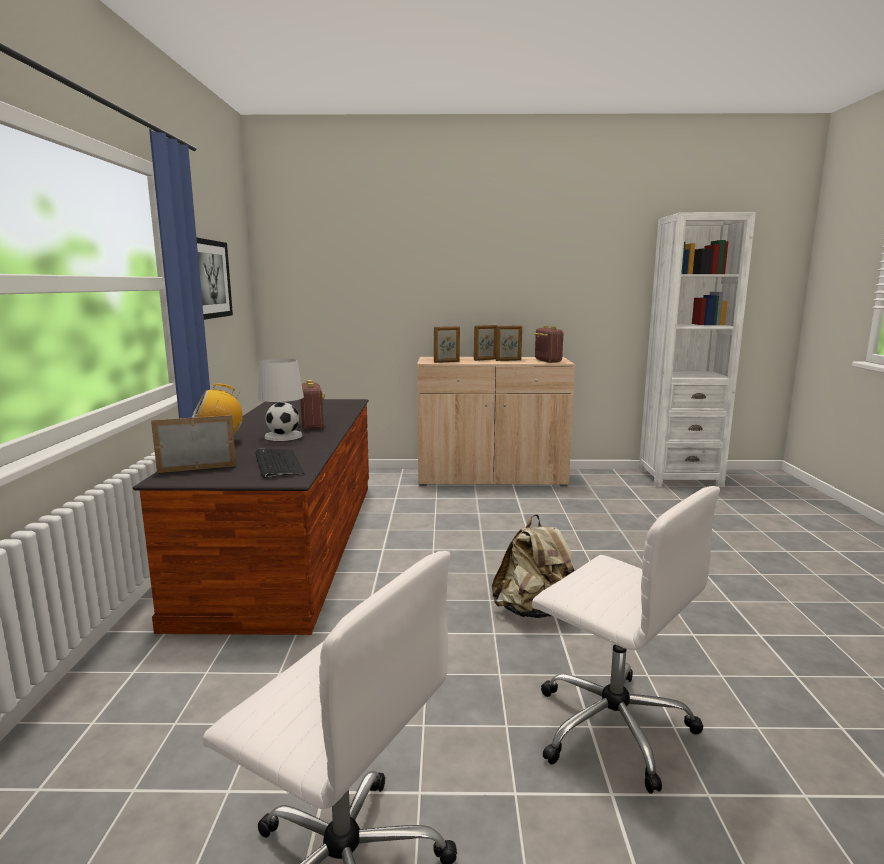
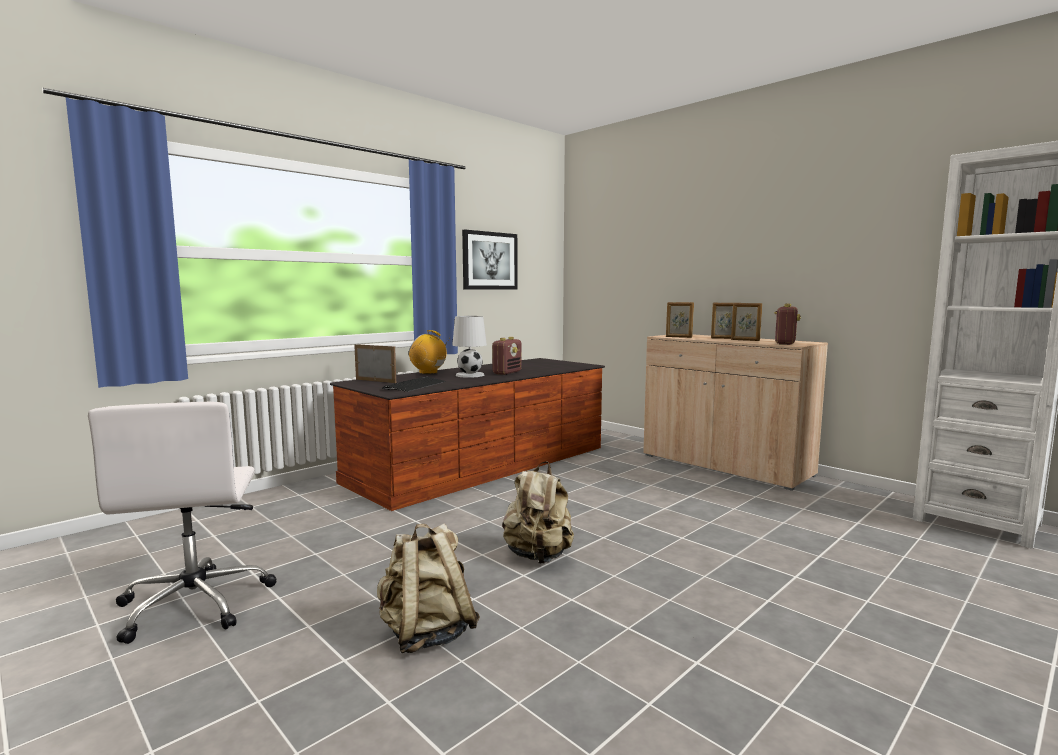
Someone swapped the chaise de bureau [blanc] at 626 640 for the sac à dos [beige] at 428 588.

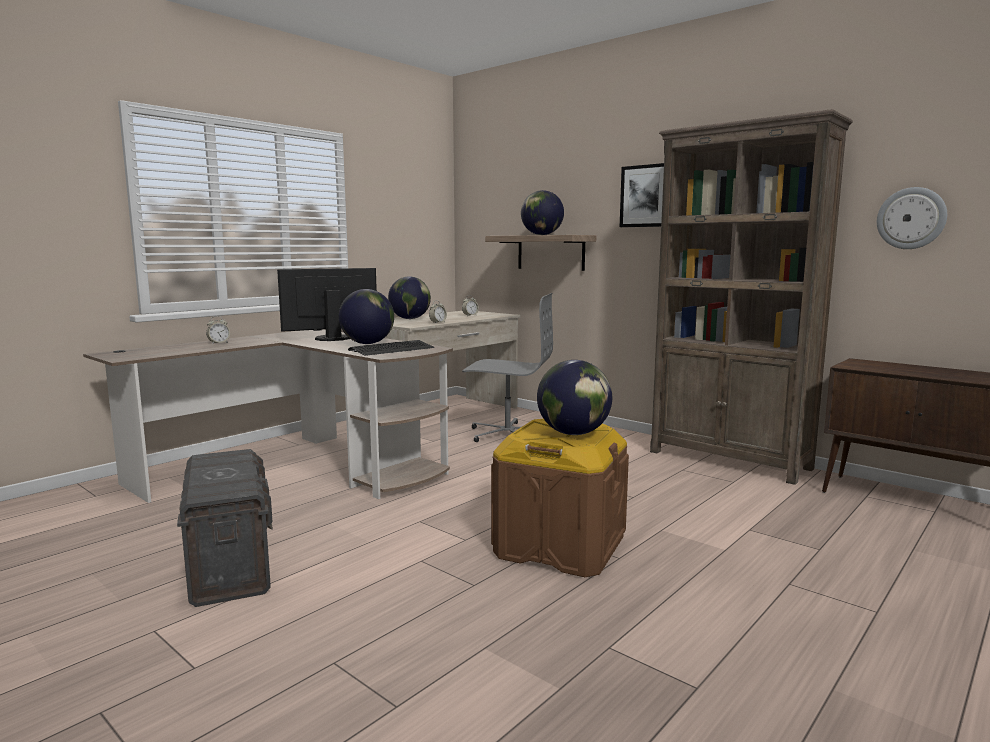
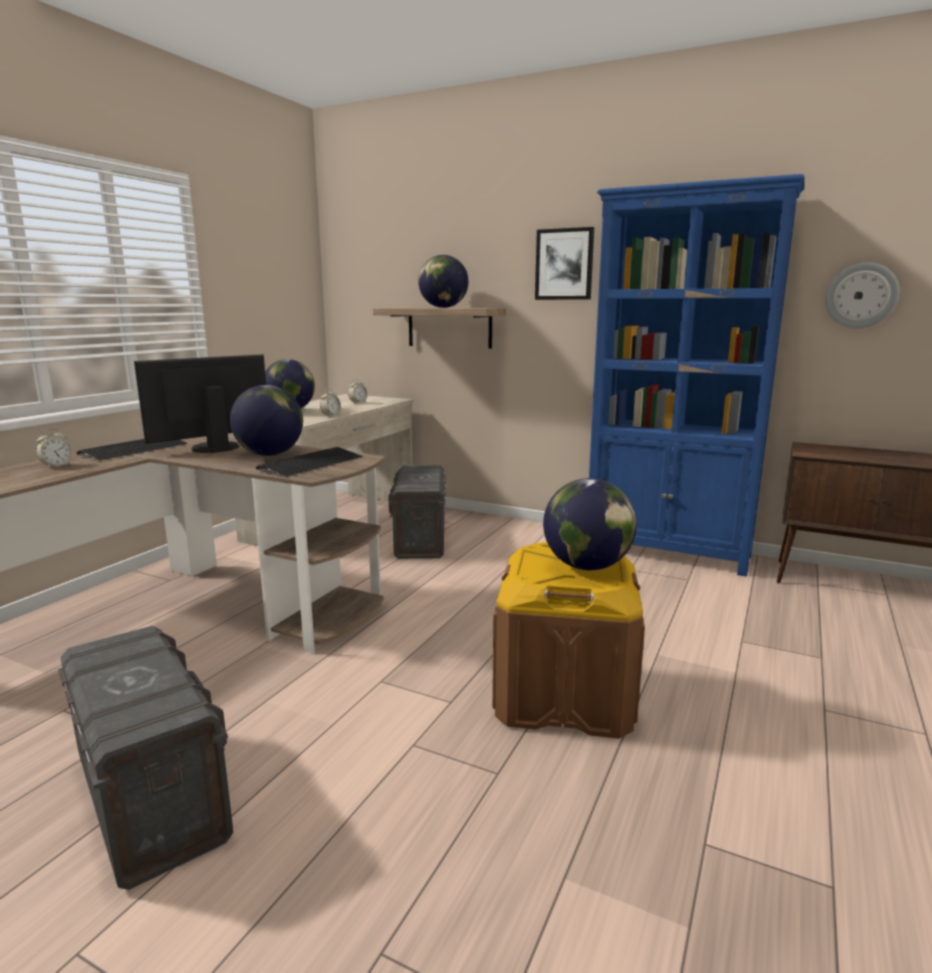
Someone put down the clavier at 132 450.
Someone swapped the chaise de bureau [gris] at 507 367 for the boîte de rangement [gris] at 417 512.
Someone repainted the bibliothèque [marron] at 751 297, which became the bibliothèque [bleu] at 696 375.

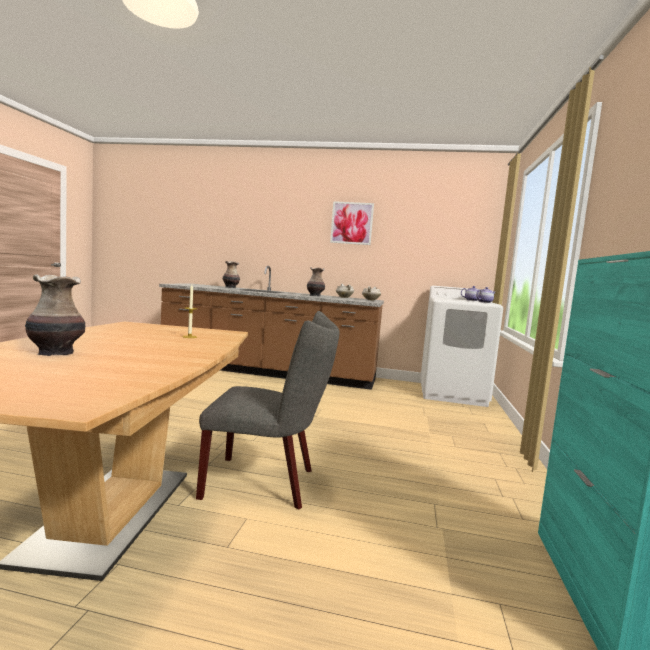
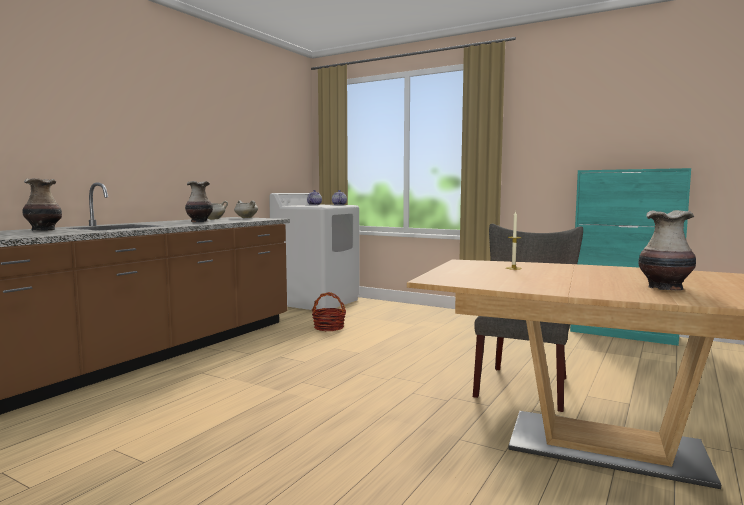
Someone put down the panier at 329 311.
Someone took away the tableau at 352 223.

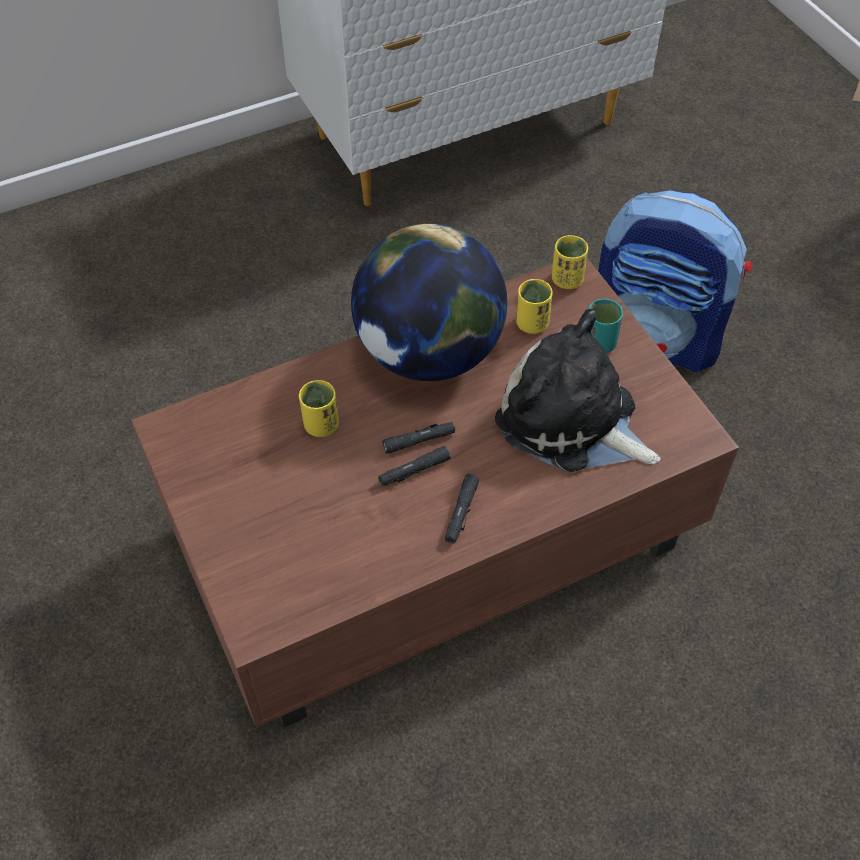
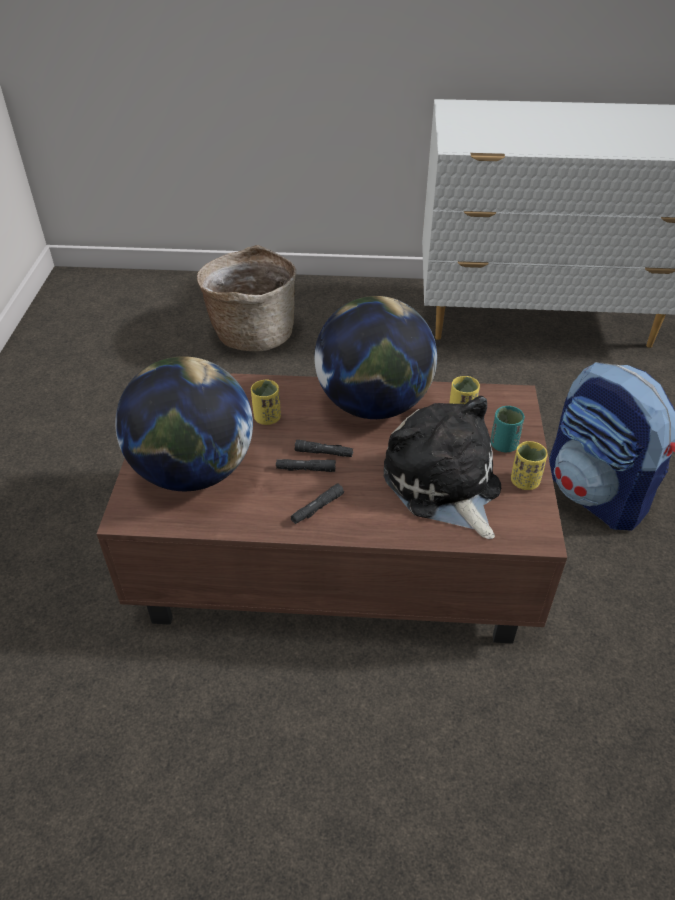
Someone put down the globe at 184 423.
Someone put down the panier at 246 298.
Someone carried the tasse [jaune] from 570 262 to 529 465.

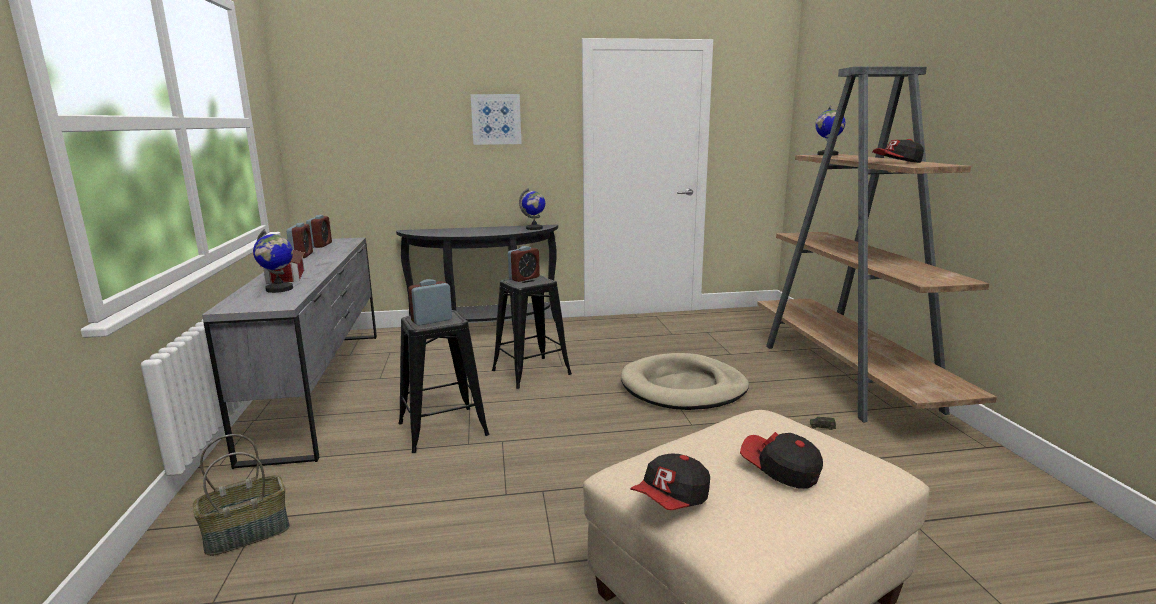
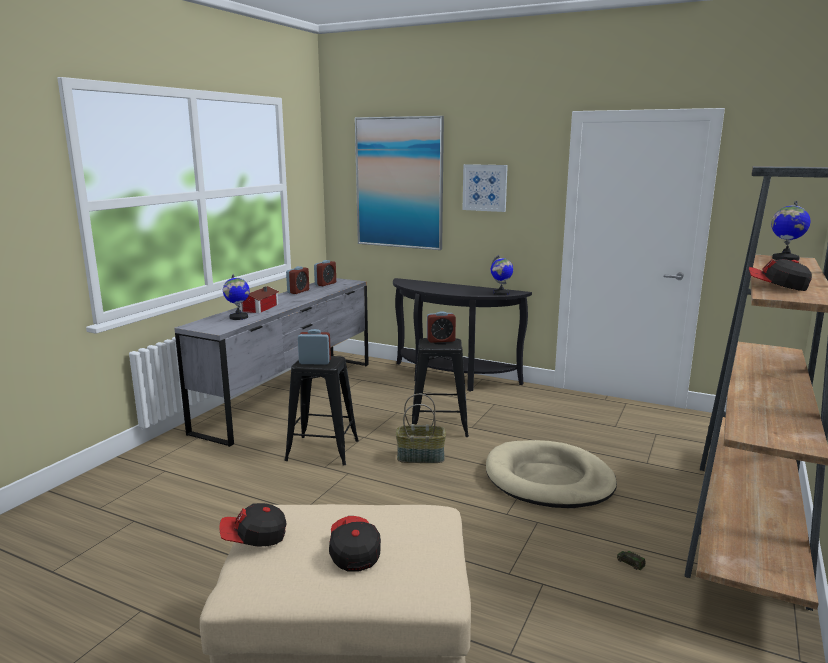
Someone put up the tableau at 399 183.
Someone carried the panier from 241 495 to 421 428.

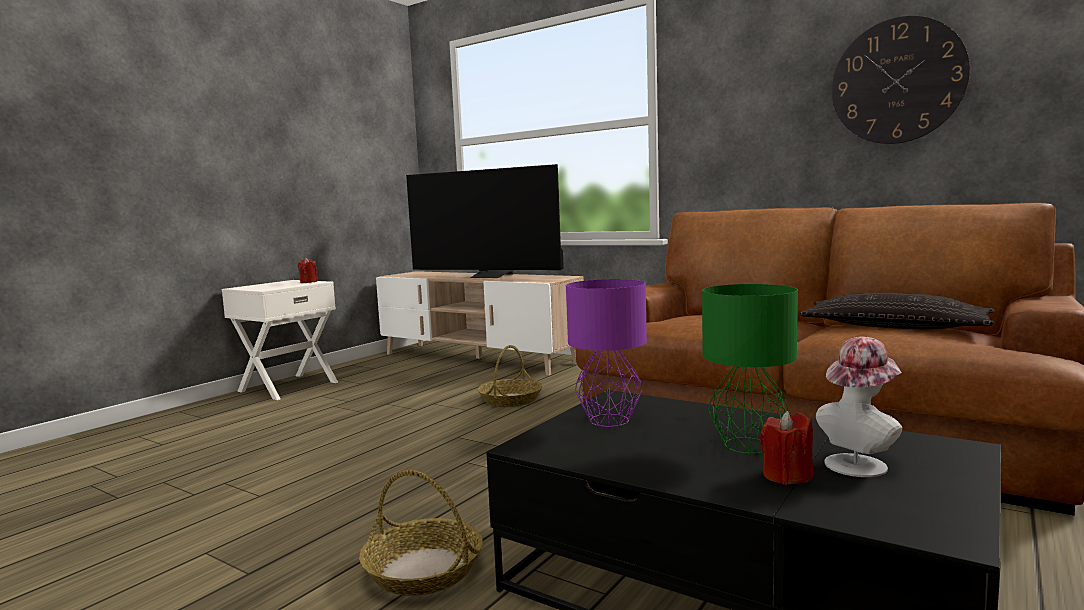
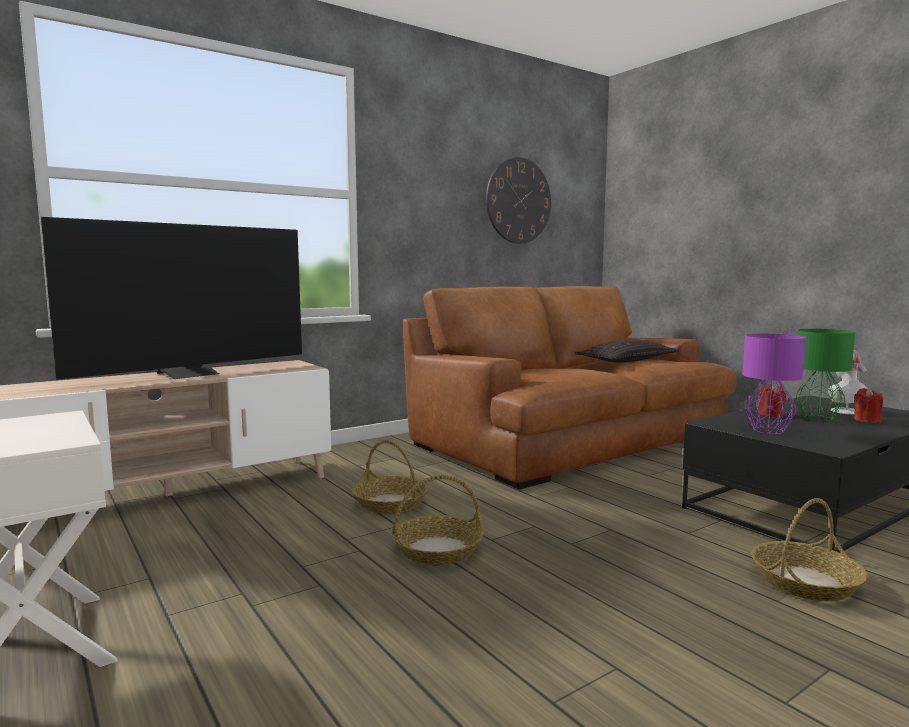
Someone put down the panier at 437 520.
Someone carried the bougie [rouge] from 308 270 to 772 400.

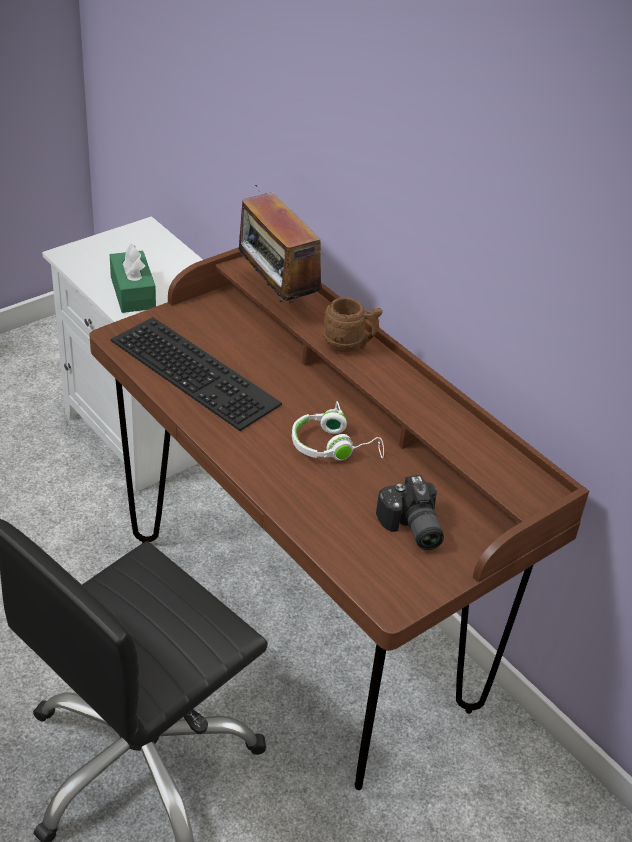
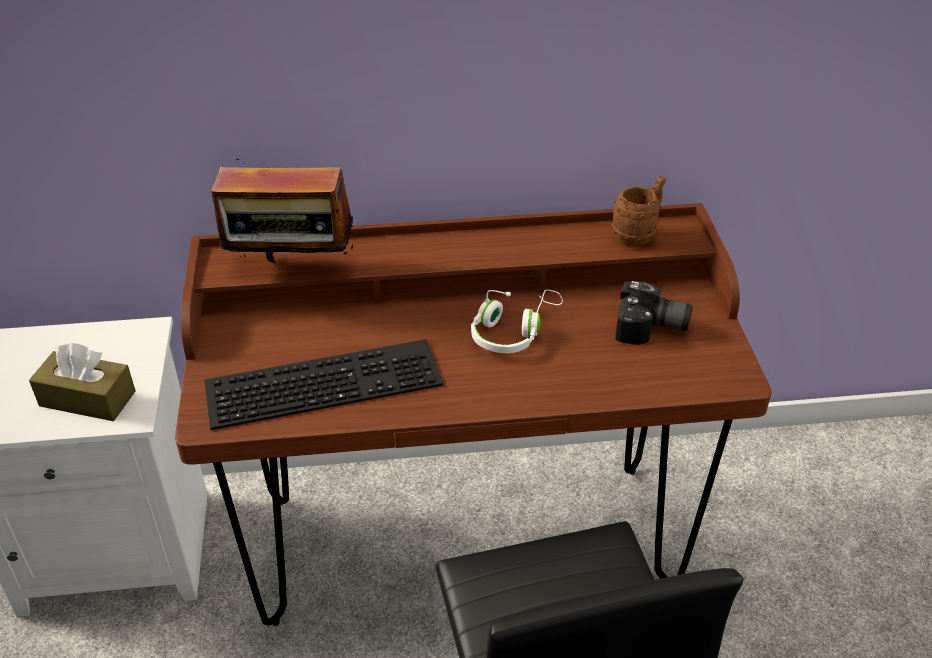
Someone repainted the boîte à mouchoirs [vert] at 133 278, which became the boîte à mouchoirs [marron] at 82 382.
Someone carried the mug [marron] from 353 324 to 639 211.

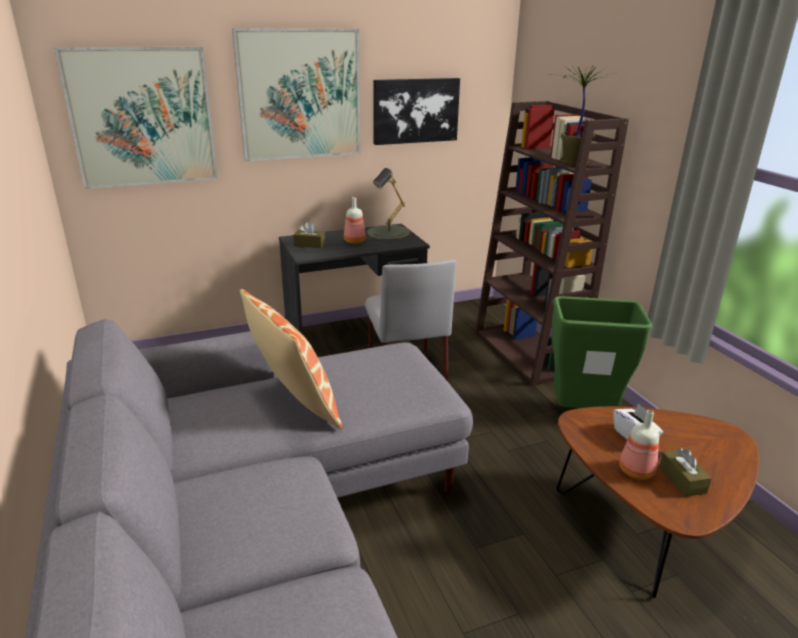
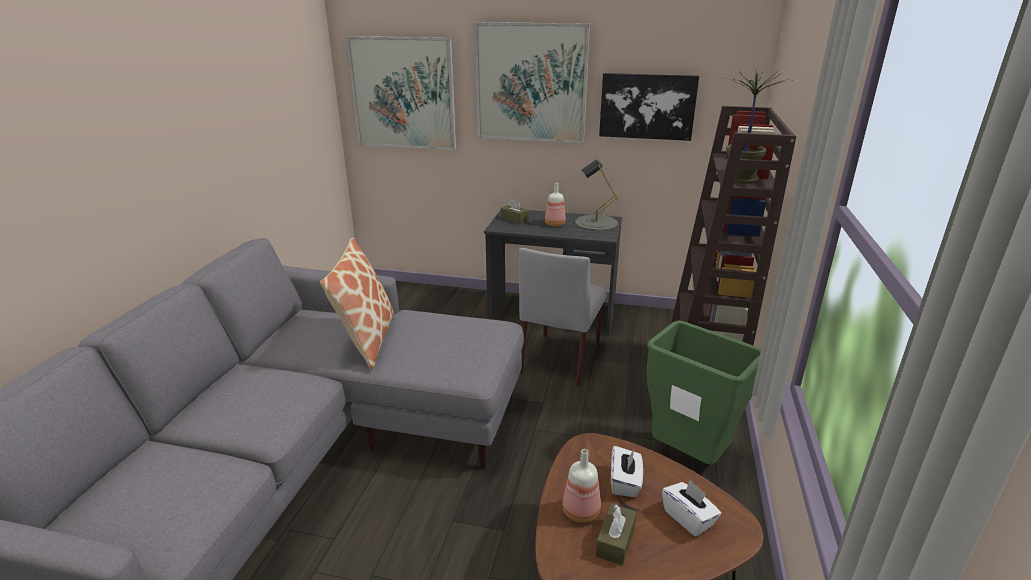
Someone put down the boîte à mouchoirs [blanc] at 691 508.

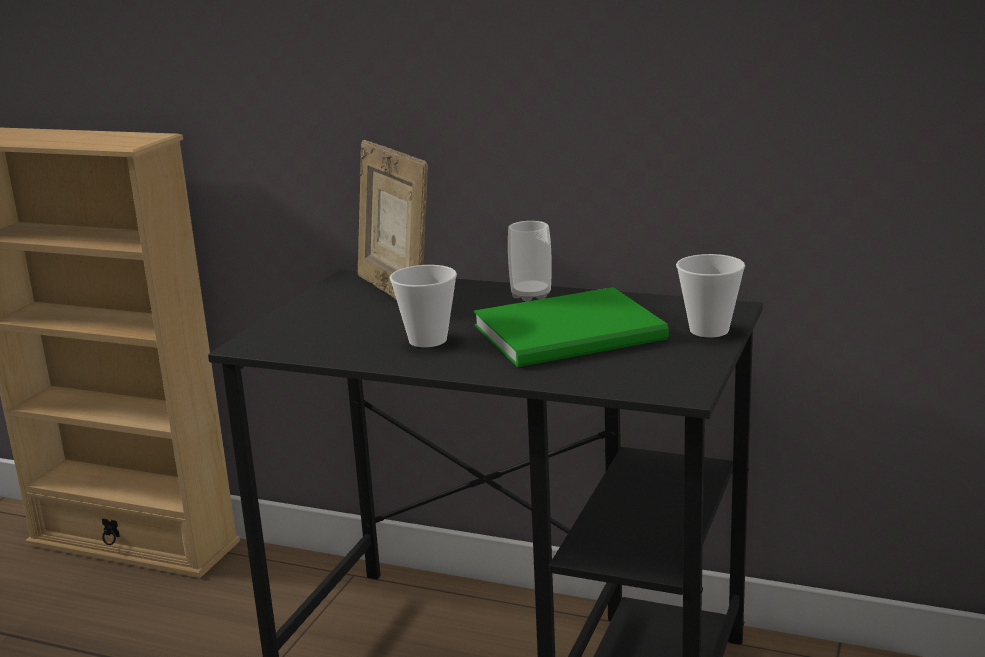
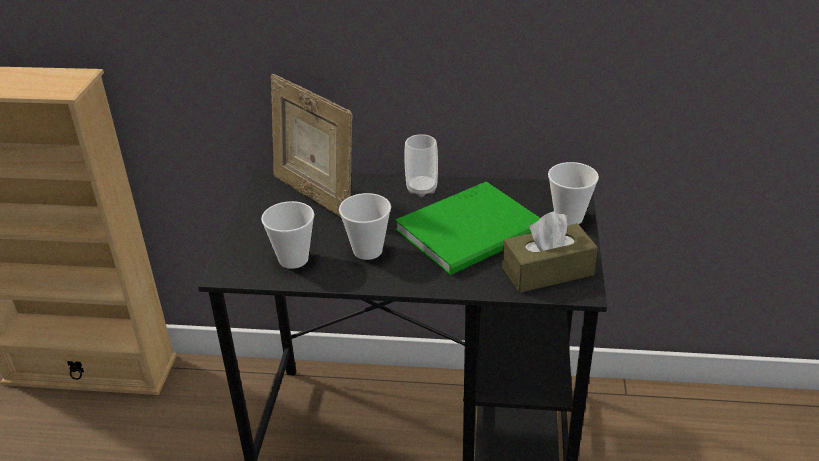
Someone put down the tasse at 288 235.
Someone put down the boîte à mouchoirs [marron] at 550 252.

